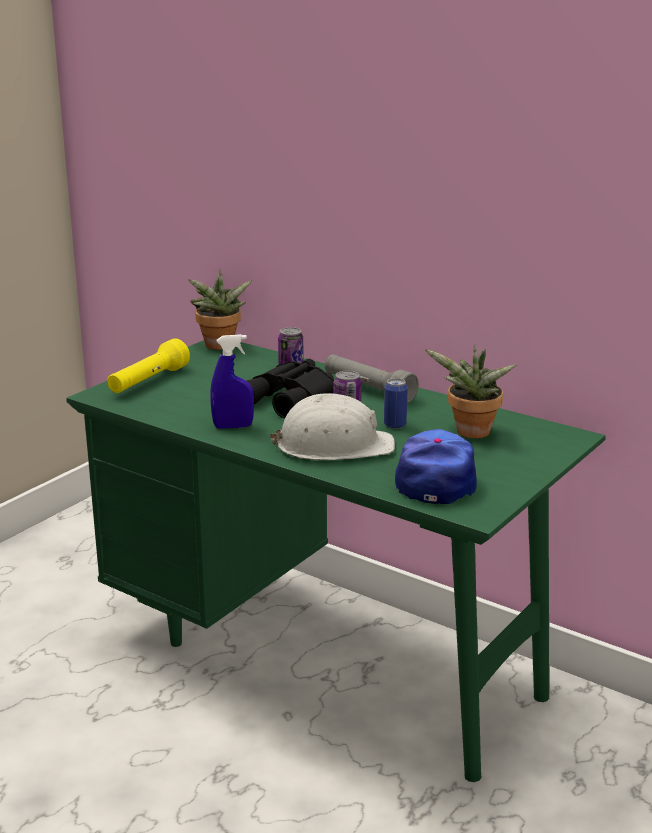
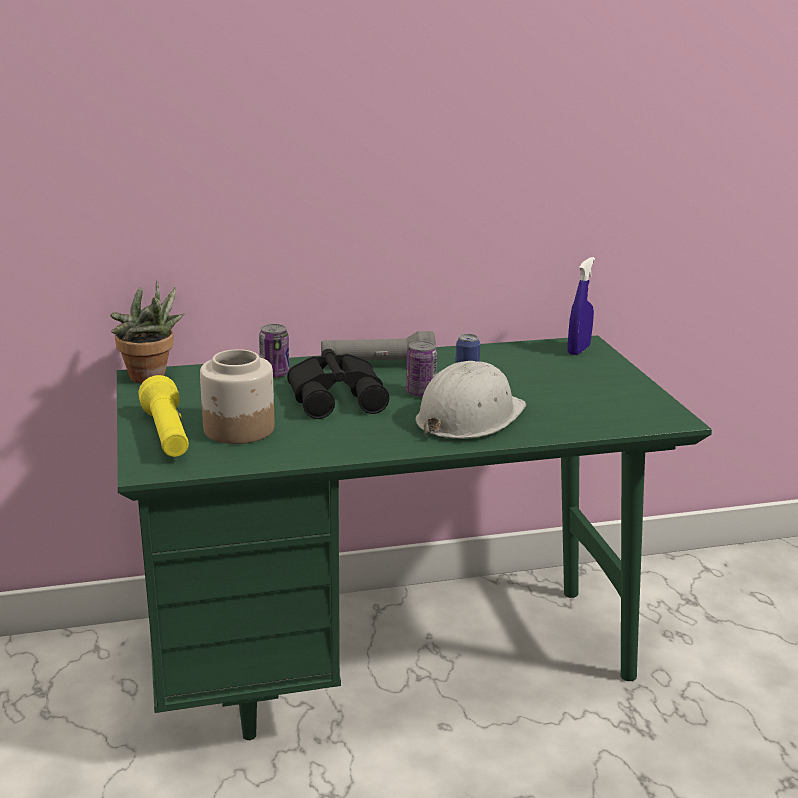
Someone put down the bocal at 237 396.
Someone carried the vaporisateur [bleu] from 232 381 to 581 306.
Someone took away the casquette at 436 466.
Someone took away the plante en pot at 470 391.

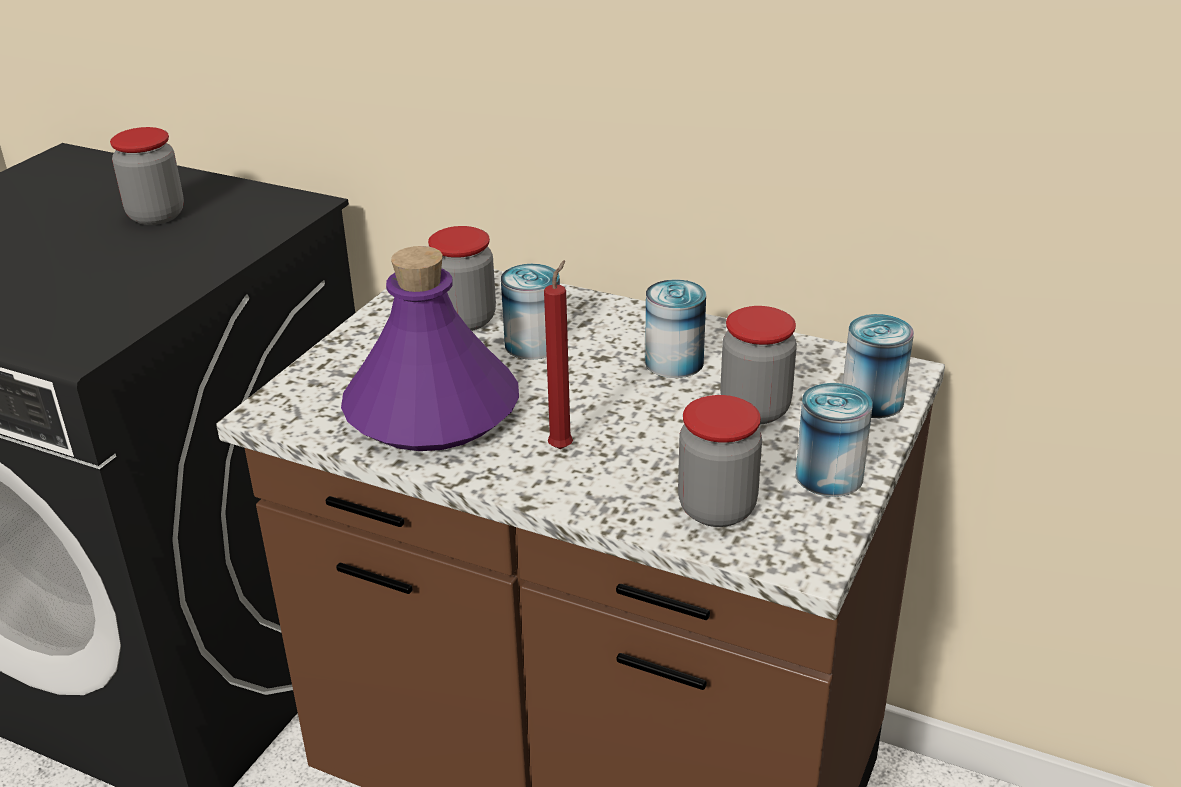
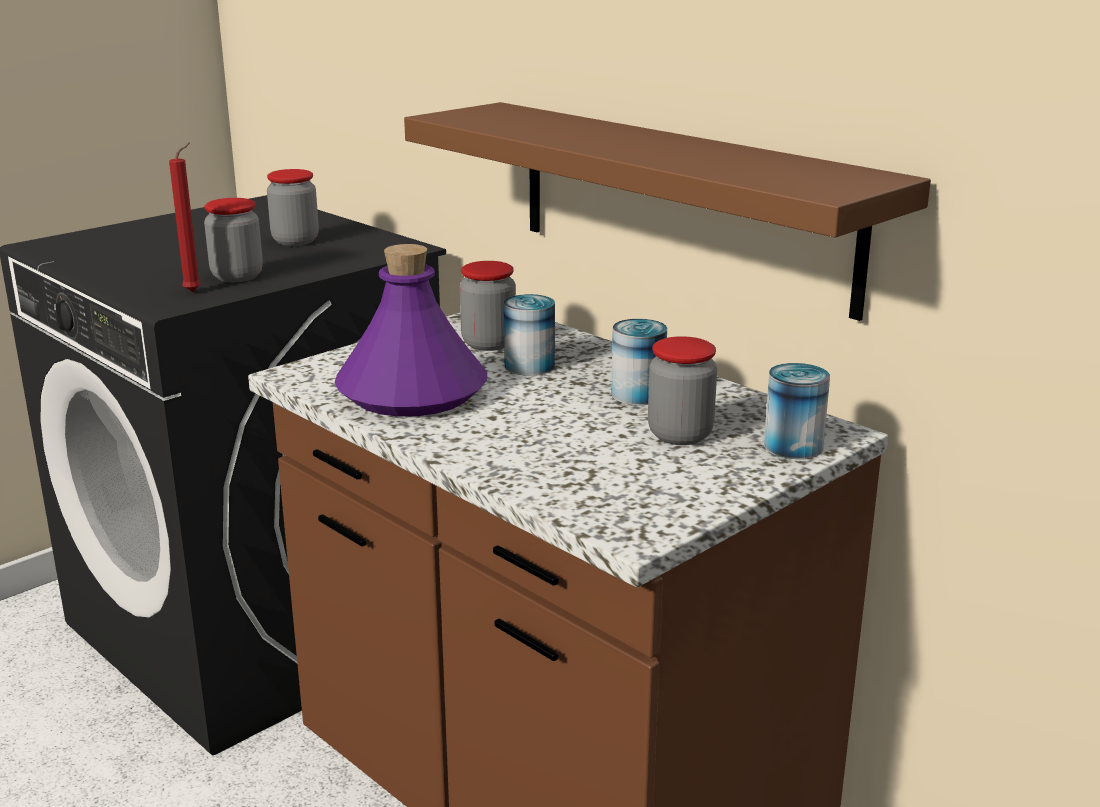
Someone carried the bougie [rouge] from 558 354 to 185 217.
Someone carried the bocal from 720 461 to 233 240.
Someone put up the étagère [marron] at 667 211.
Someone took away the boîte métallique at 834 440.

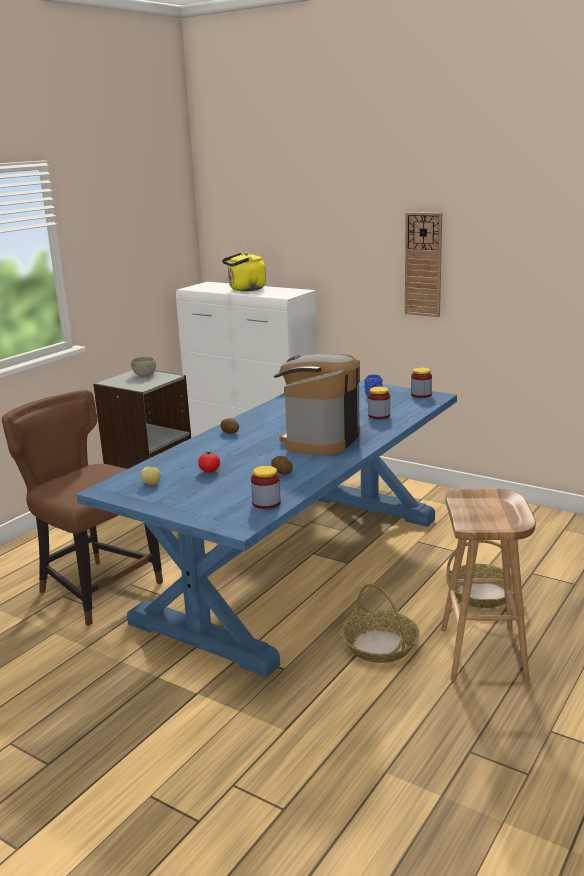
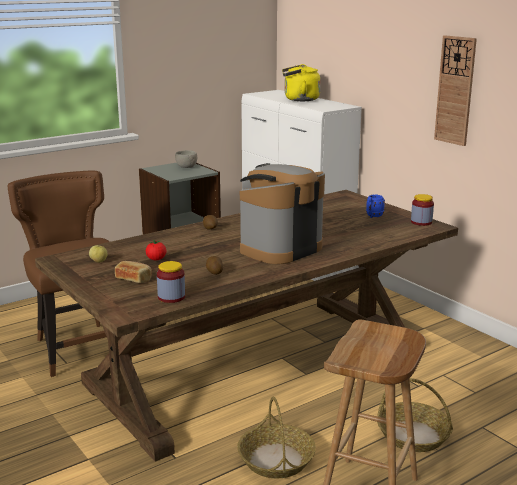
Someone repainted the table à manger [bleu] at 266 529, which became the table à manger [marron] at 246 326.
Someone put down the pain at 133 272.
Someone took away the bocal at 379 403.

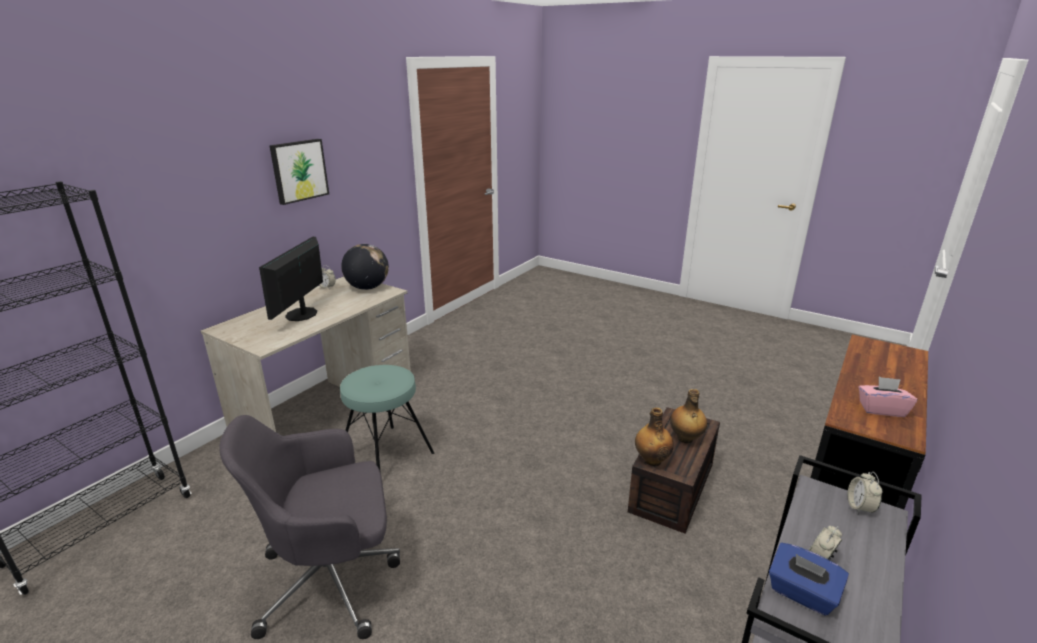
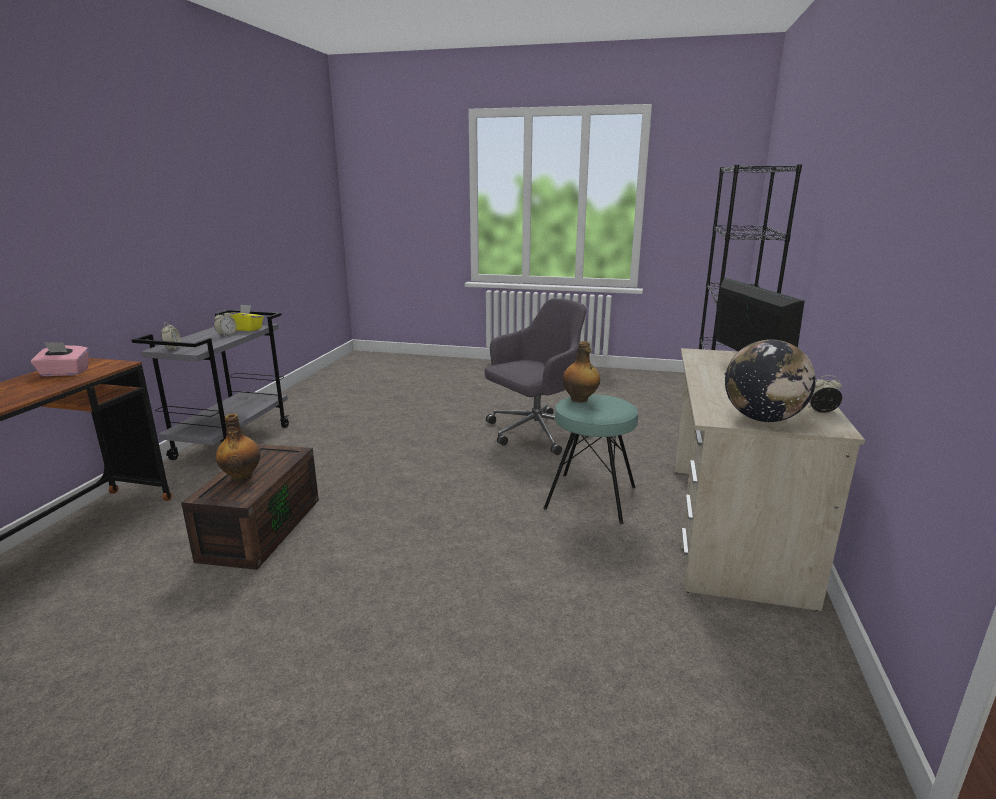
Someone repainted the boîte à mouchoirs [bleu] at 809 579, which became the boîte à mouchoirs [jaune] at 246 318.
Someone carried the bouteille from 654 437 to 581 371.
Someone took away the tableau at 299 172.

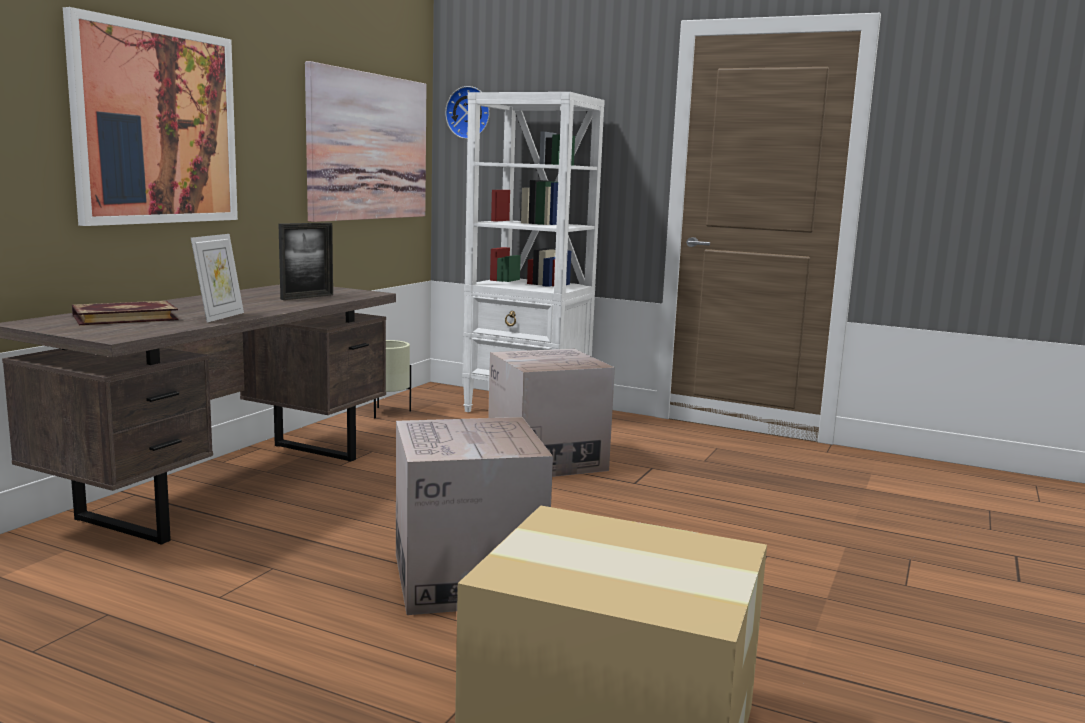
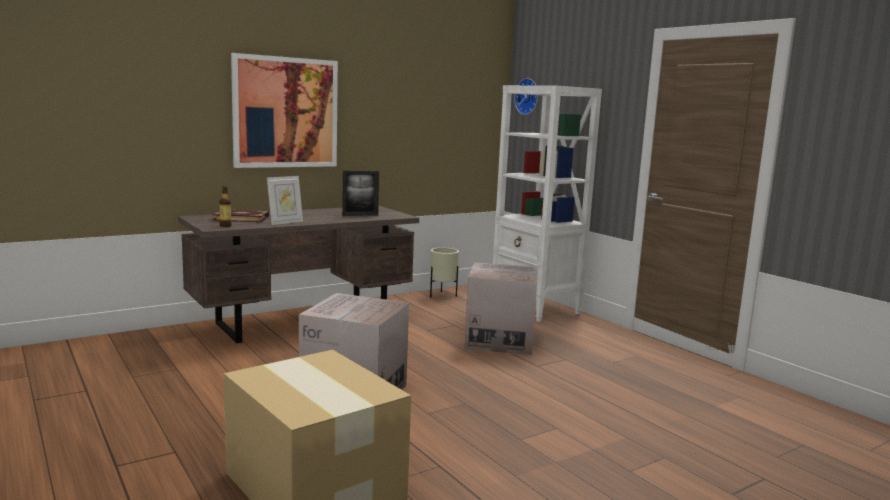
Someone put down the bouteille at 225 206.
Someone took away the tableau at 366 141.

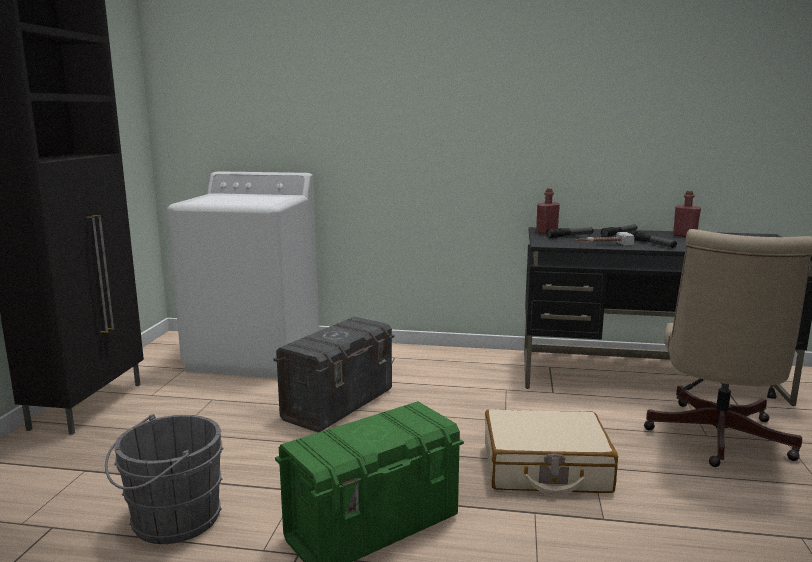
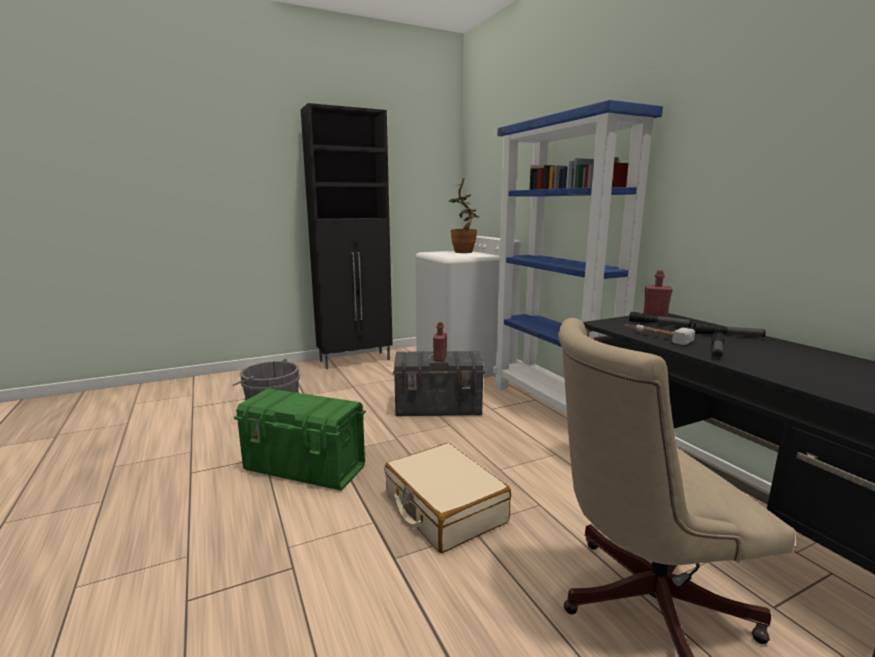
Someone carried the bouteille [rouge] from 687 214 to 440 341.
Someone put down the plante en pot at 464 215.
Someone put down the bibliothèque [bleu] at 578 257.

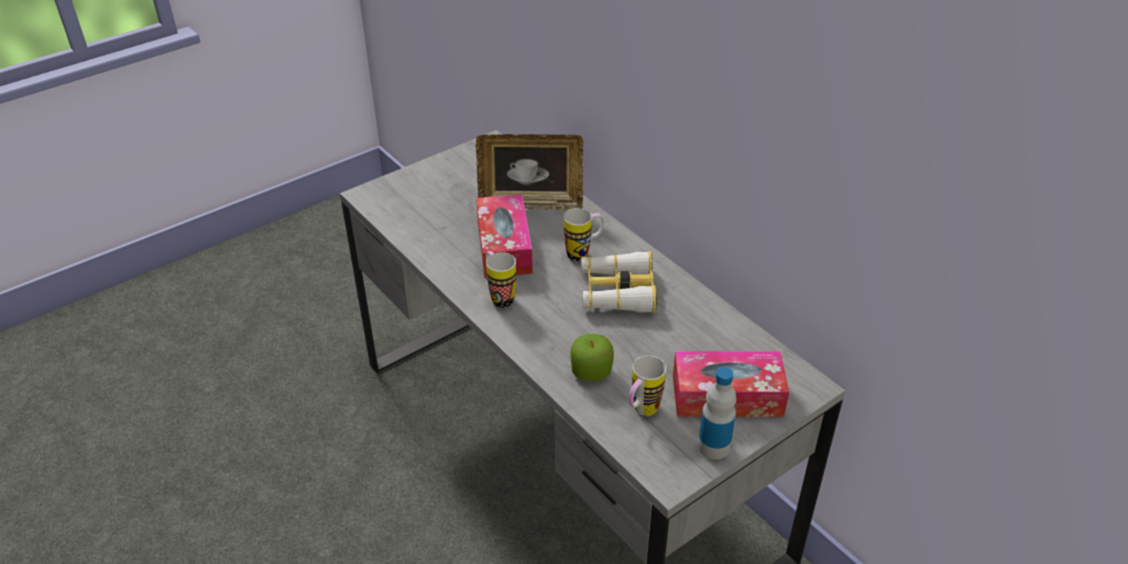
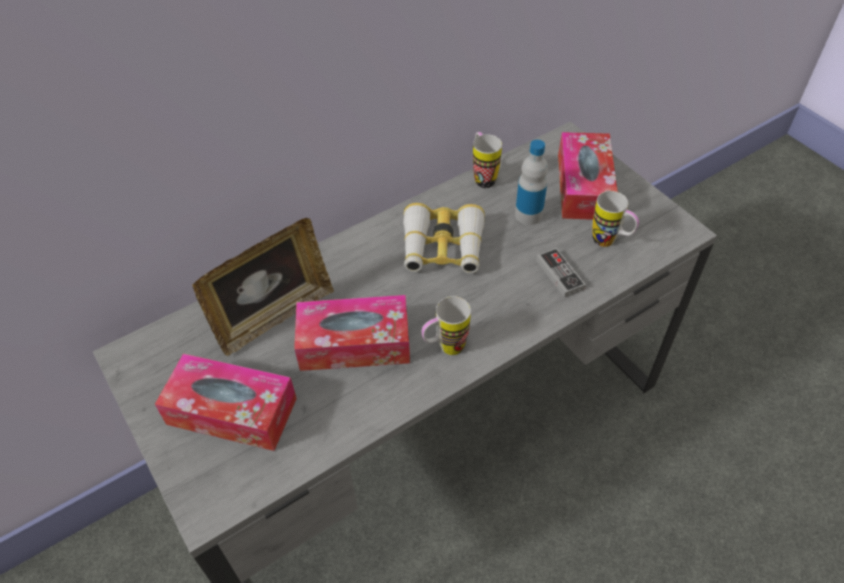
Someone put down the boîte à mouchoirs at 226 402.
Someone rotated the cadre photo at 529 172 by 45 degrees clockwise.
Someone carried the mug from 584 234 to 487 160.
Someone carried the bouteille from 717 413 to 531 182.
Someone swapped the pomme at 592 357 for the manette at 561 273.

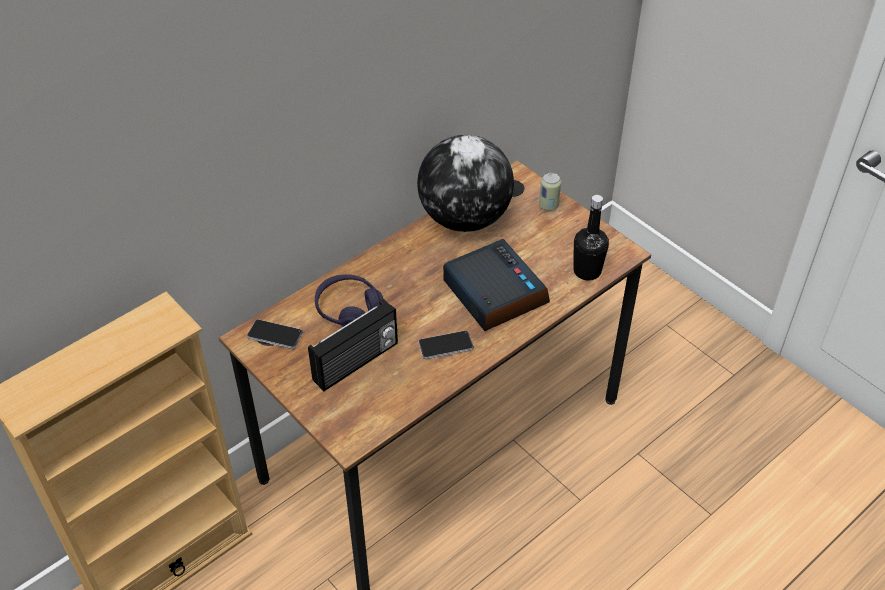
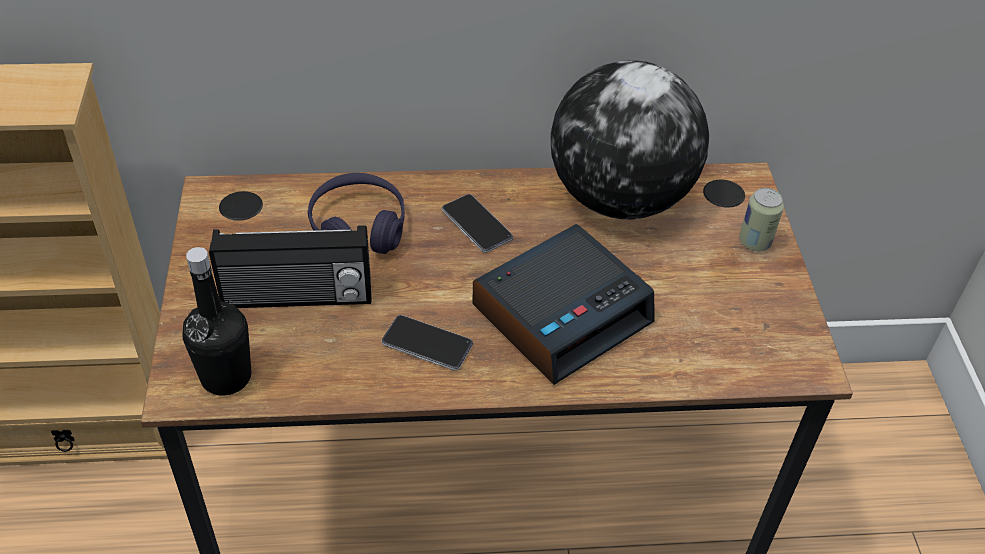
Someone carried the bouteille [noir] from 591 238 to 216 321.
Someone carried the téléphone from 275 334 to 477 223.
Someone rotated the réveil at 496 285 by 45 degrees clockwise.

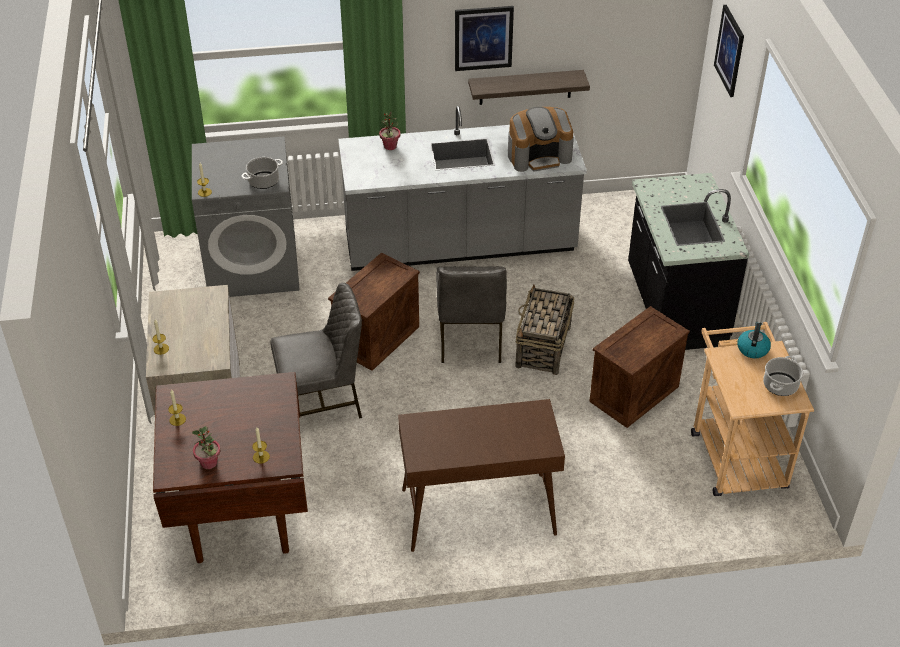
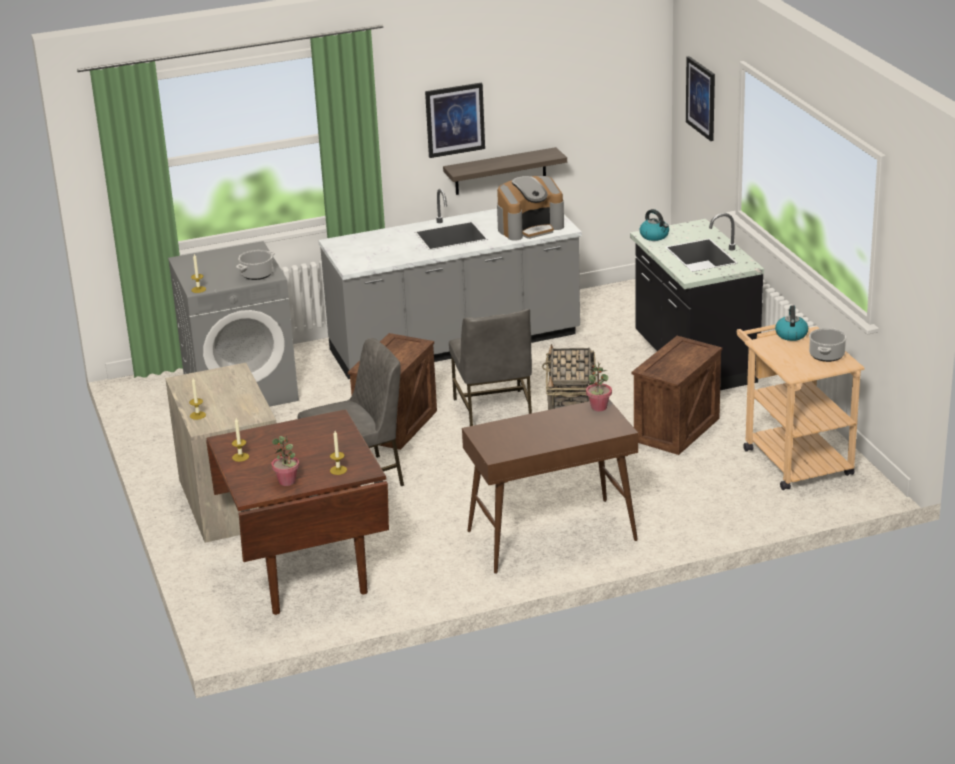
Someone carried the plante en pot from 389 130 to 599 386.
Someone put down the bouilloire at 654 225.

